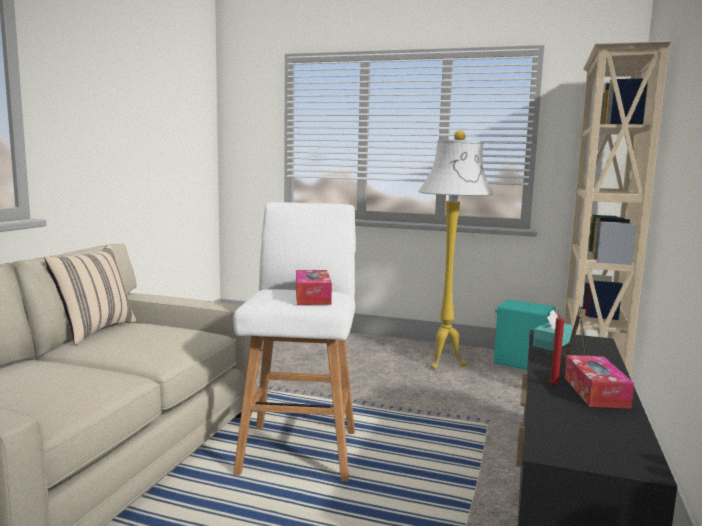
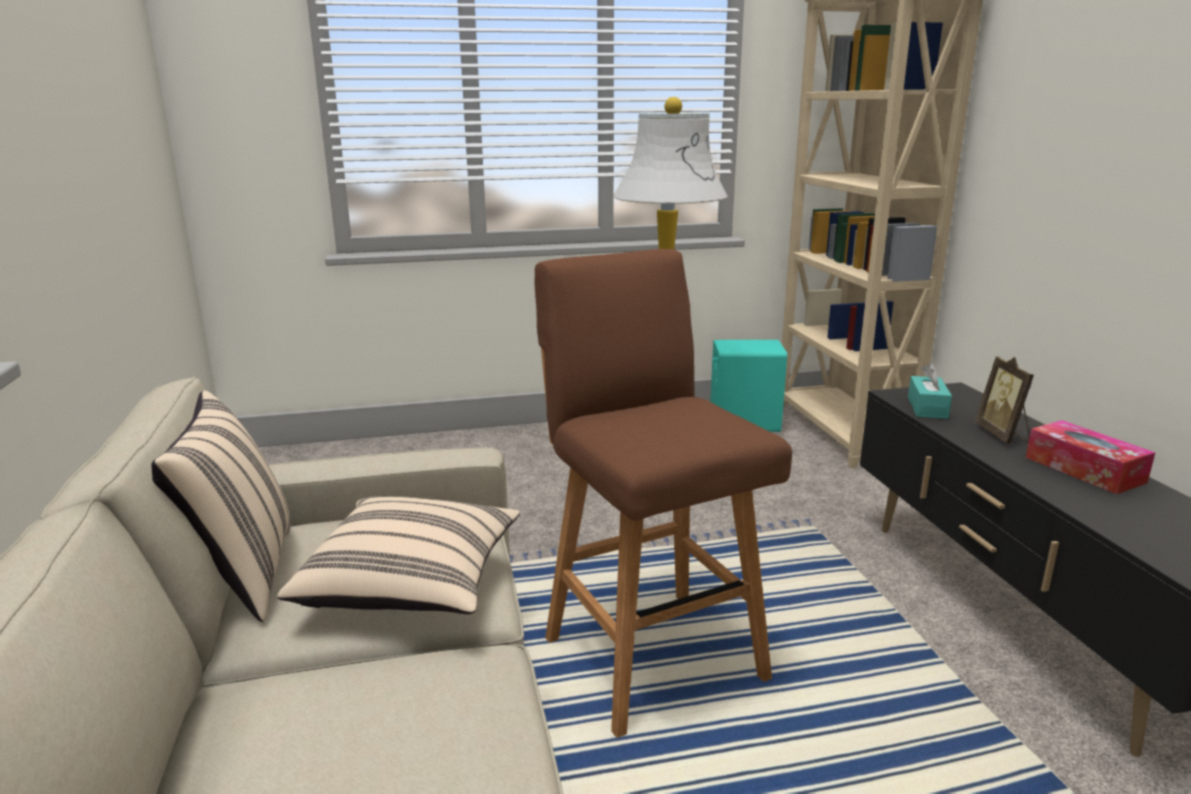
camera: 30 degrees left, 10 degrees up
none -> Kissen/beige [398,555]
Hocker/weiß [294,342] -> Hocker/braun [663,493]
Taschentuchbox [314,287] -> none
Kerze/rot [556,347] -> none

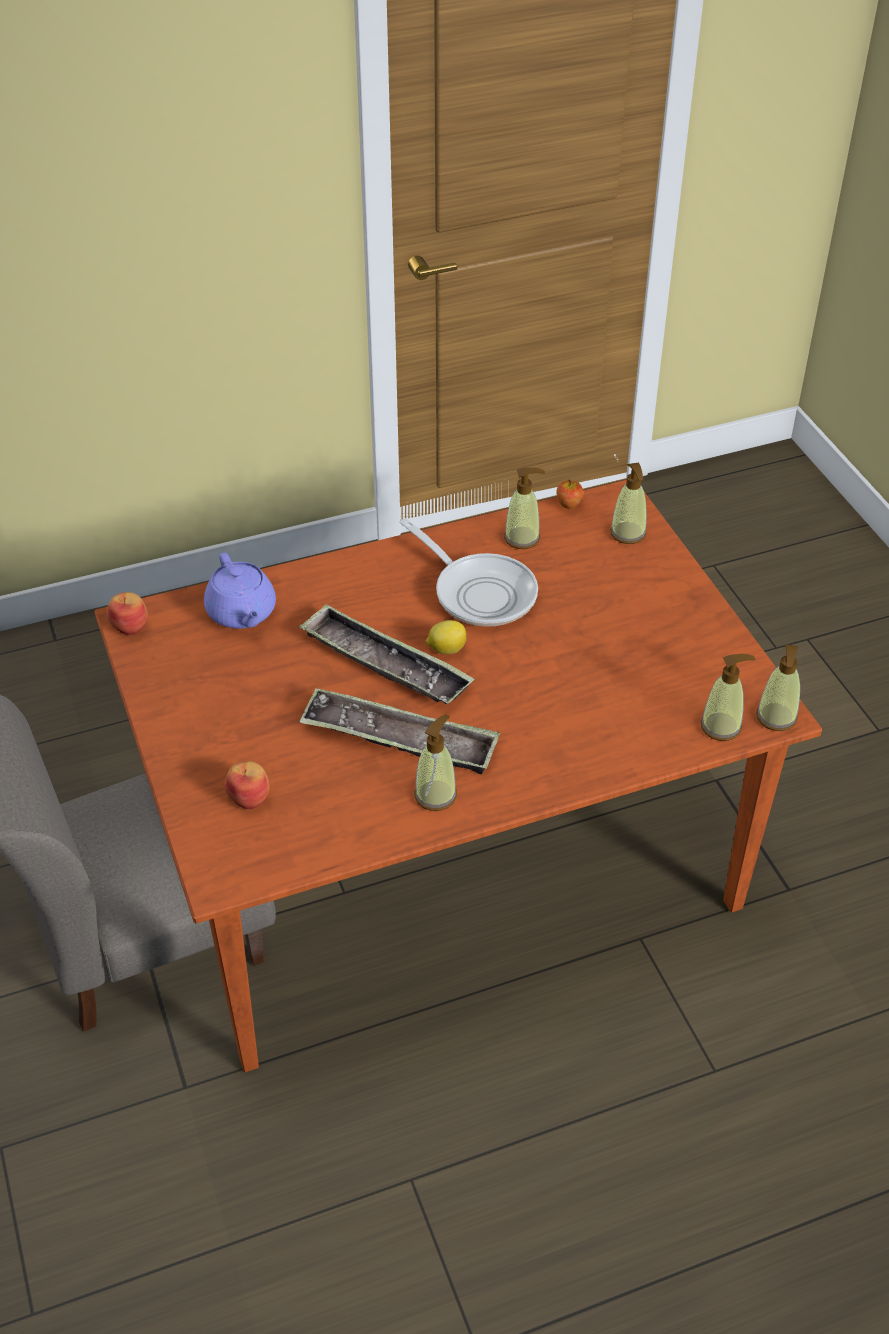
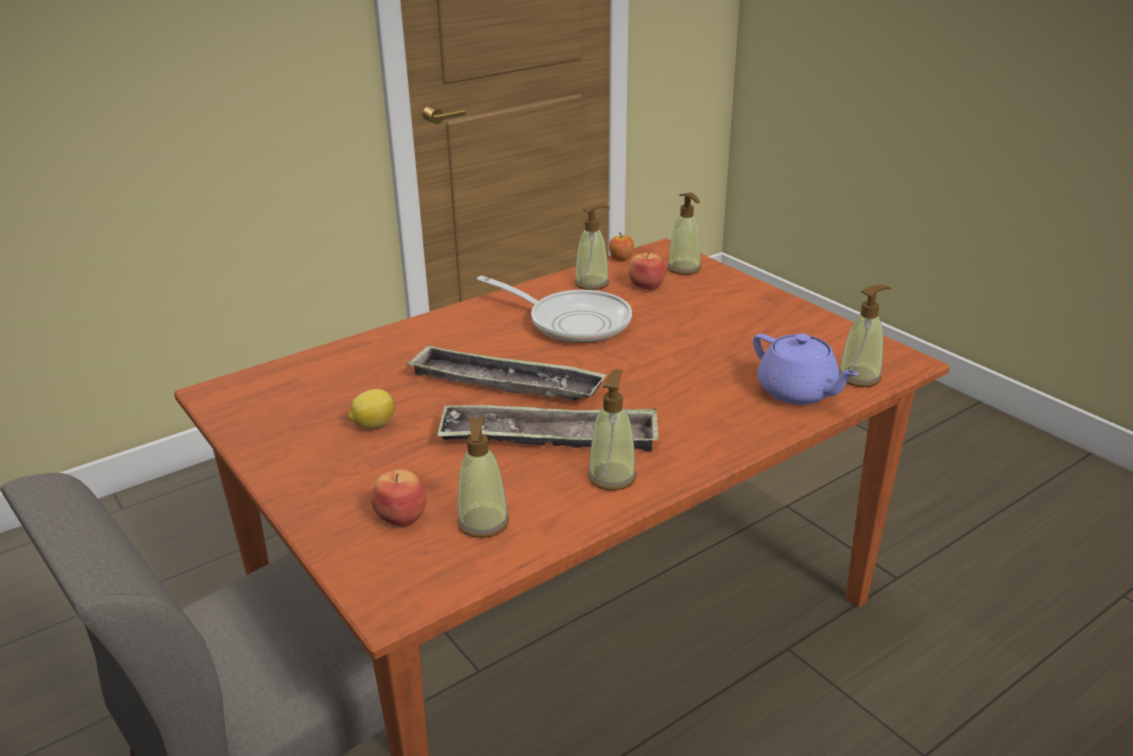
camera: 15 degrees left, 15 degrees down
Zitrone [446,637] -> Zitrone [371,409], relocated
Seifenspender [778,687] -> Seifenspender [483,478], relocated
Apfel [127,613] -> Apfel [647,271], relocated
Teekanne/lila [240,591] -> Teekanne/lila [806,369], relocated

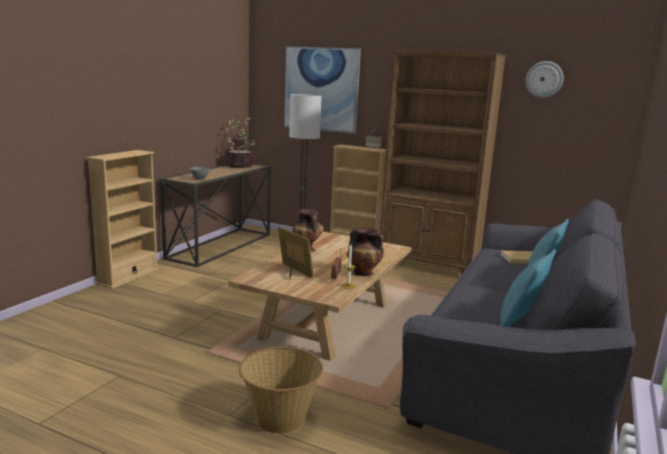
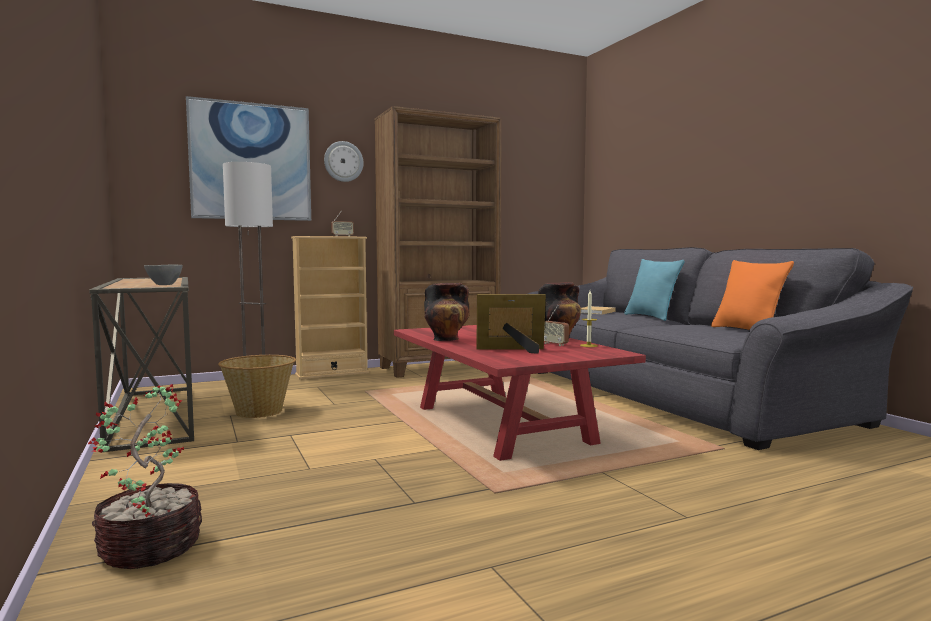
camera: 50 degrees left, 10 degrees down
Topfpflanze [240,142] -> Topfpflanze [145,476], relocated
Korb [281,390] -> Korb [257,386], relocated
Wanduhr [545,79] -> Wanduhr [344,161], relocated
Couchtisch/beige [320,296] -> Couchtisch/rot [520,393]
Kissen/türkis [528,288] -> Kissen/orange [752,295]
Bücherregal/beige [123,219] -> none

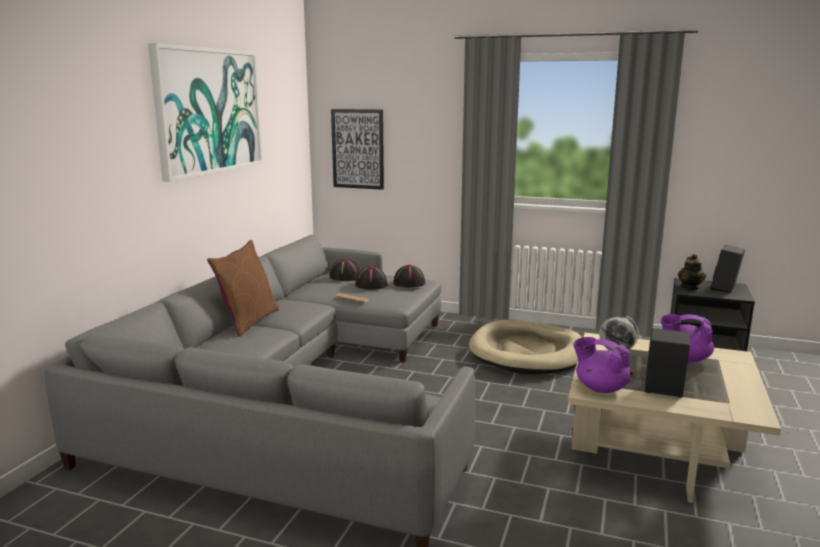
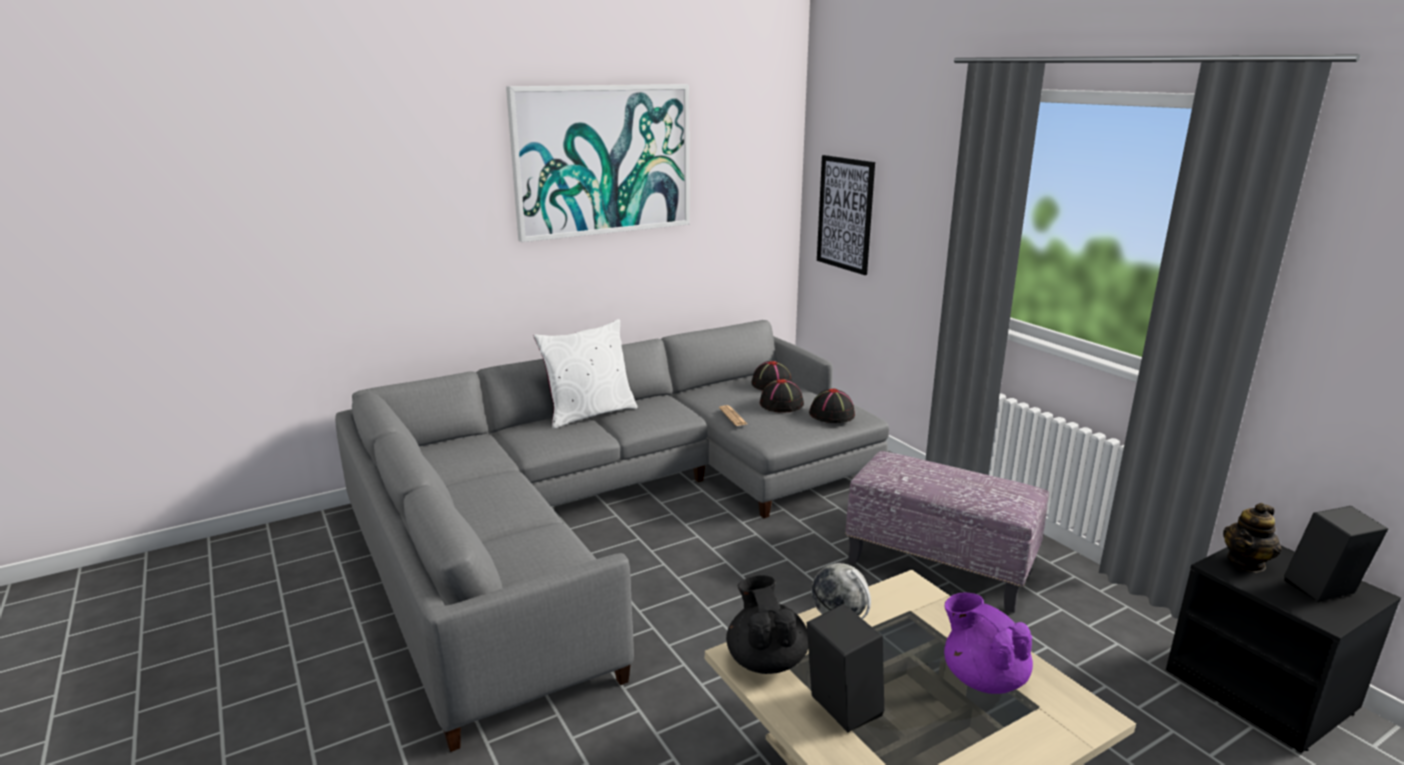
camera: 40 degrees right, 5 degrees up
Kissen/braun [243,288] -> Kissen/weiß [585,374]
Teekanne/lila [602,365] -> Teekanne/schwarz [767,624]
Hundebett/beige [525,347] -> Polsterhocker [947,532]

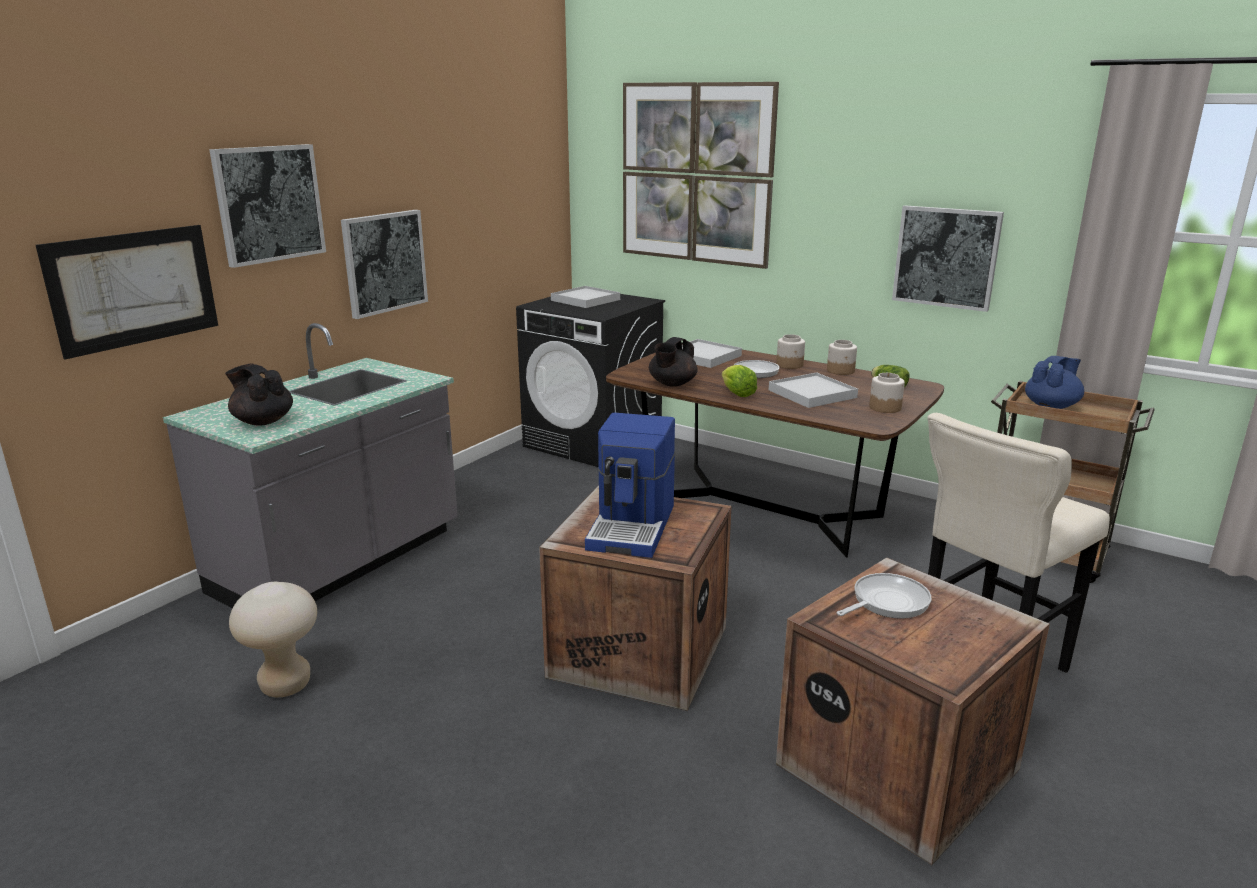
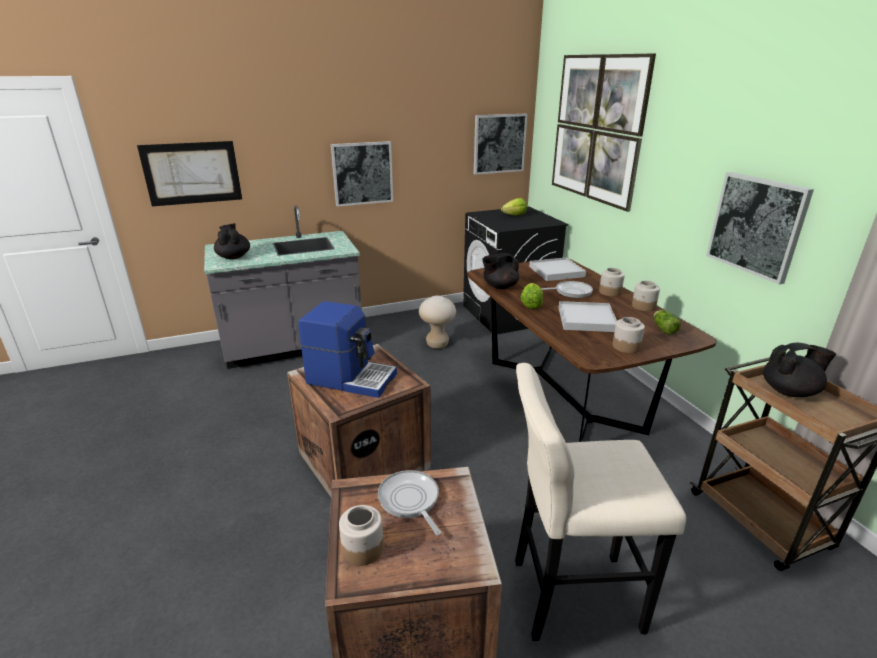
camera: 35 degrees right, 5 degrees up
Kaffeemaschine [630,485] -> Kaffeemaschine [347,350], 120 degrees counterclockwise
none -> Vorratsglas [361,535]
Pfanne [884,596] -> Pfanne [409,502], 120 degrees counterclockwise
Hocker/beige [273,639] -> Hocker/beige [437,322], relocated
Bild [267,206] -> Bild [501,144], relocated
Tablett/weiß [585,297] -> Salatkopf [514,206]
Teekanne/blau [1054,382] -> Teekanne/schwarz [799,369]

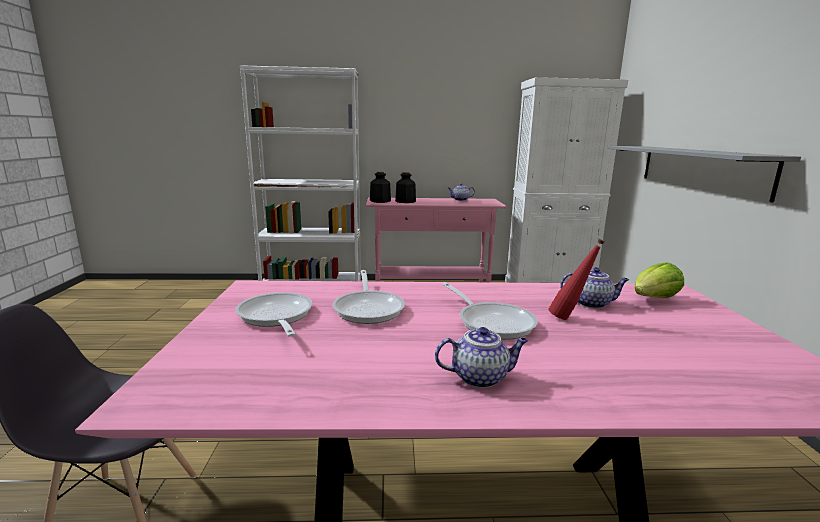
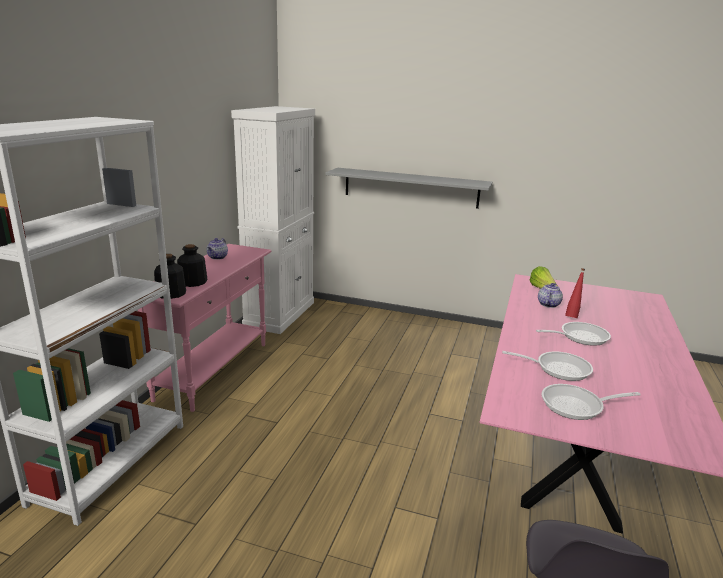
camera: 70 degrees left, 5 degrees up
Teekanne [481,357] -> none

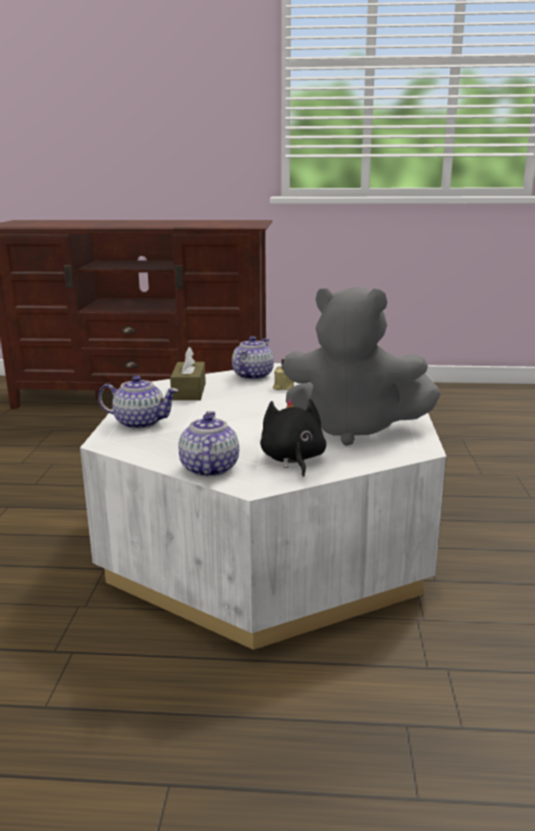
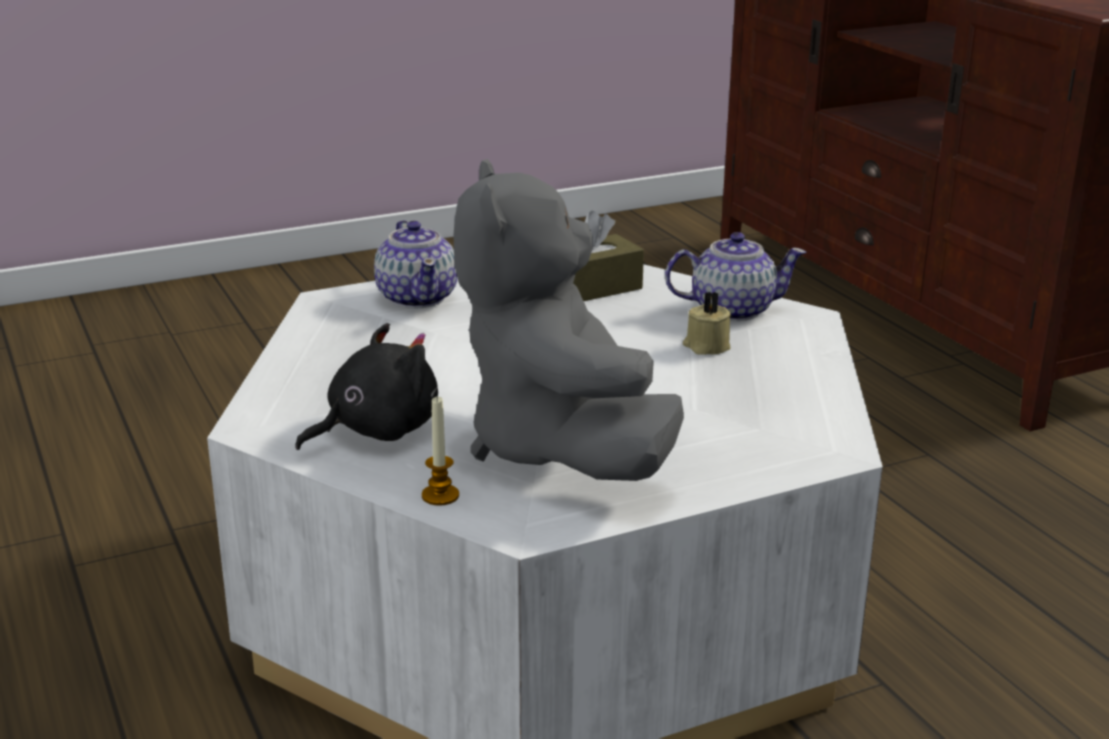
camera: 60 degrees right, 5 degrees up
none -> Kerze [440,451]
Teekanne [209,444] -> none

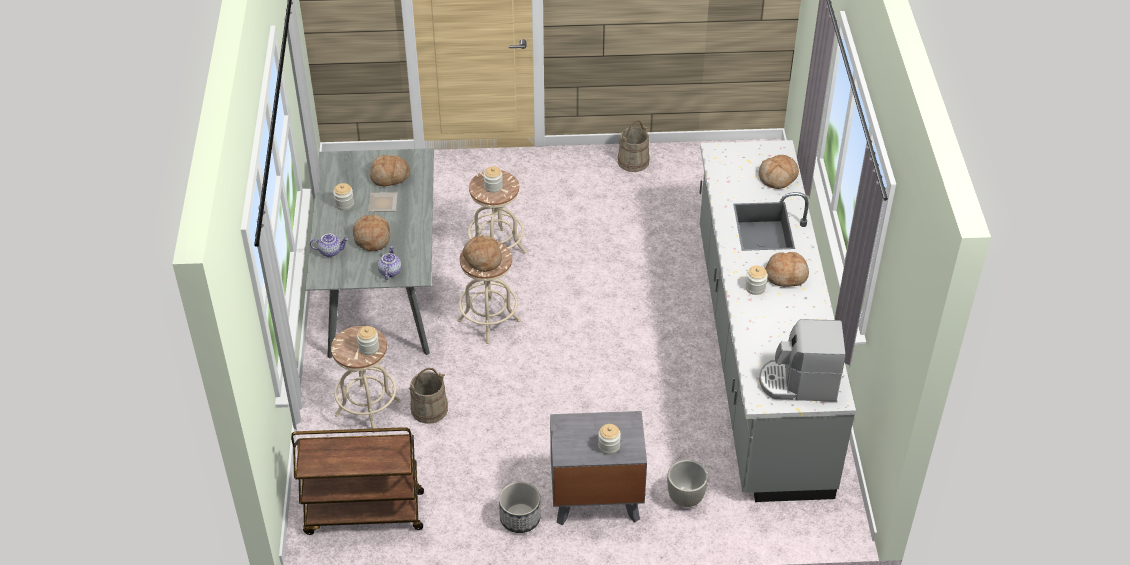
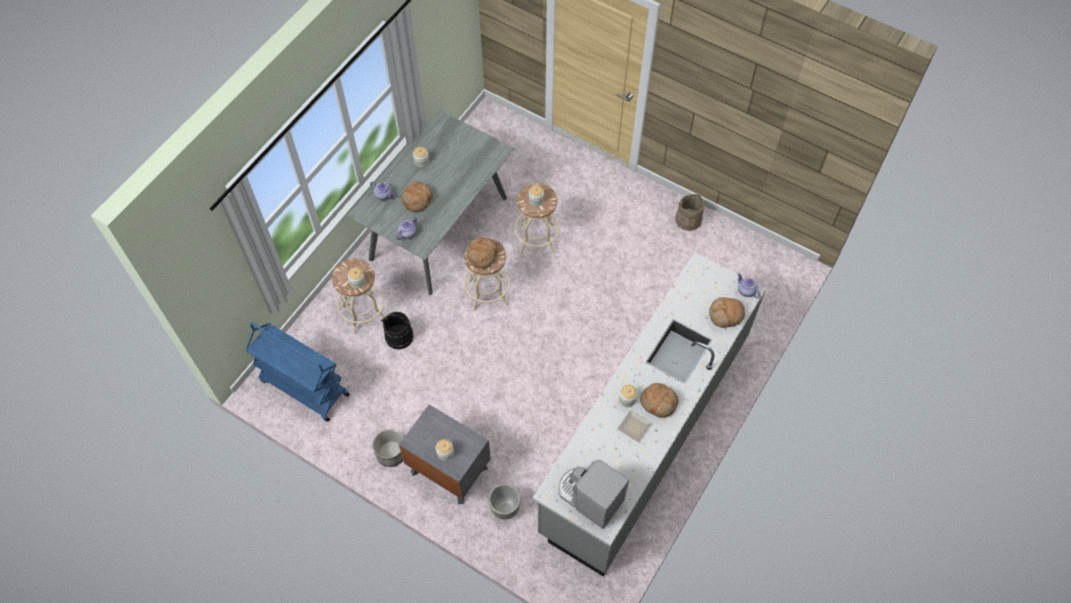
camera: 35 degrees right, 15 degrees up
Rollwagen/braun [357,481] -> Rollwagen/blau [297,372]
Eimer/beige [428,396] -> Eimer/schwarz [397,330]
Teller [383,202] -> Teller [634,426], relocated
none -> Teekanne [749,286]
Brot [390,170] -> none

